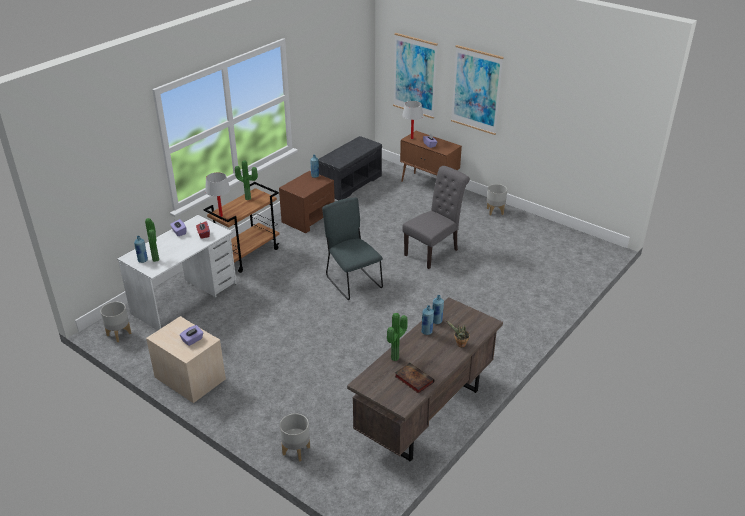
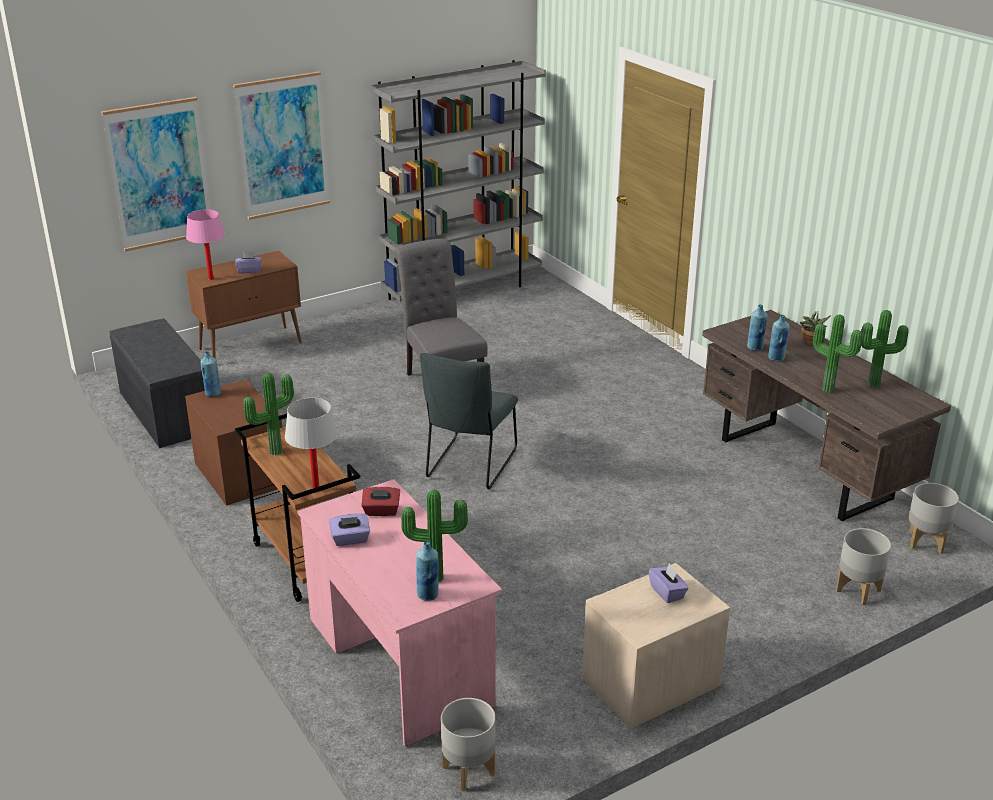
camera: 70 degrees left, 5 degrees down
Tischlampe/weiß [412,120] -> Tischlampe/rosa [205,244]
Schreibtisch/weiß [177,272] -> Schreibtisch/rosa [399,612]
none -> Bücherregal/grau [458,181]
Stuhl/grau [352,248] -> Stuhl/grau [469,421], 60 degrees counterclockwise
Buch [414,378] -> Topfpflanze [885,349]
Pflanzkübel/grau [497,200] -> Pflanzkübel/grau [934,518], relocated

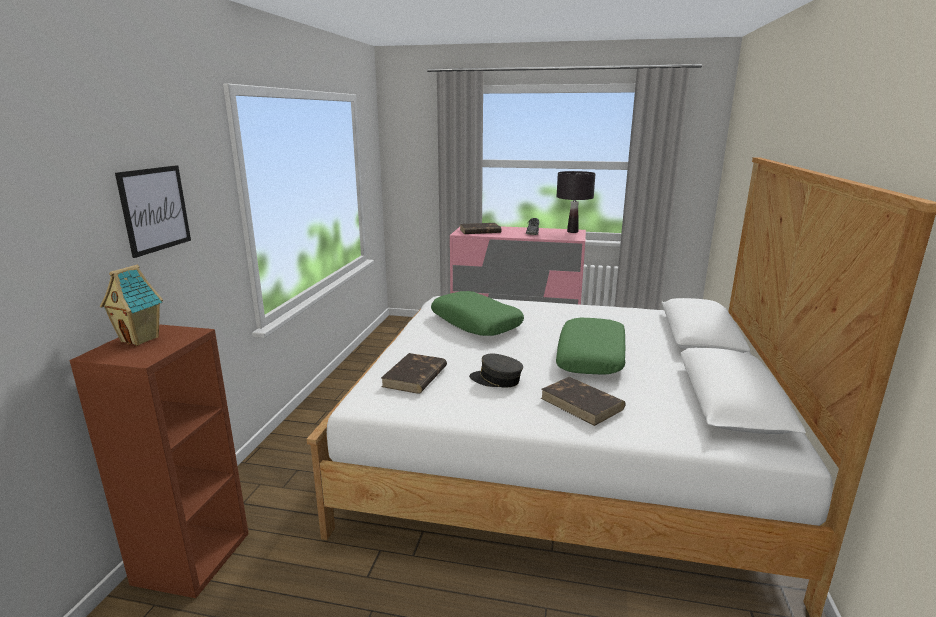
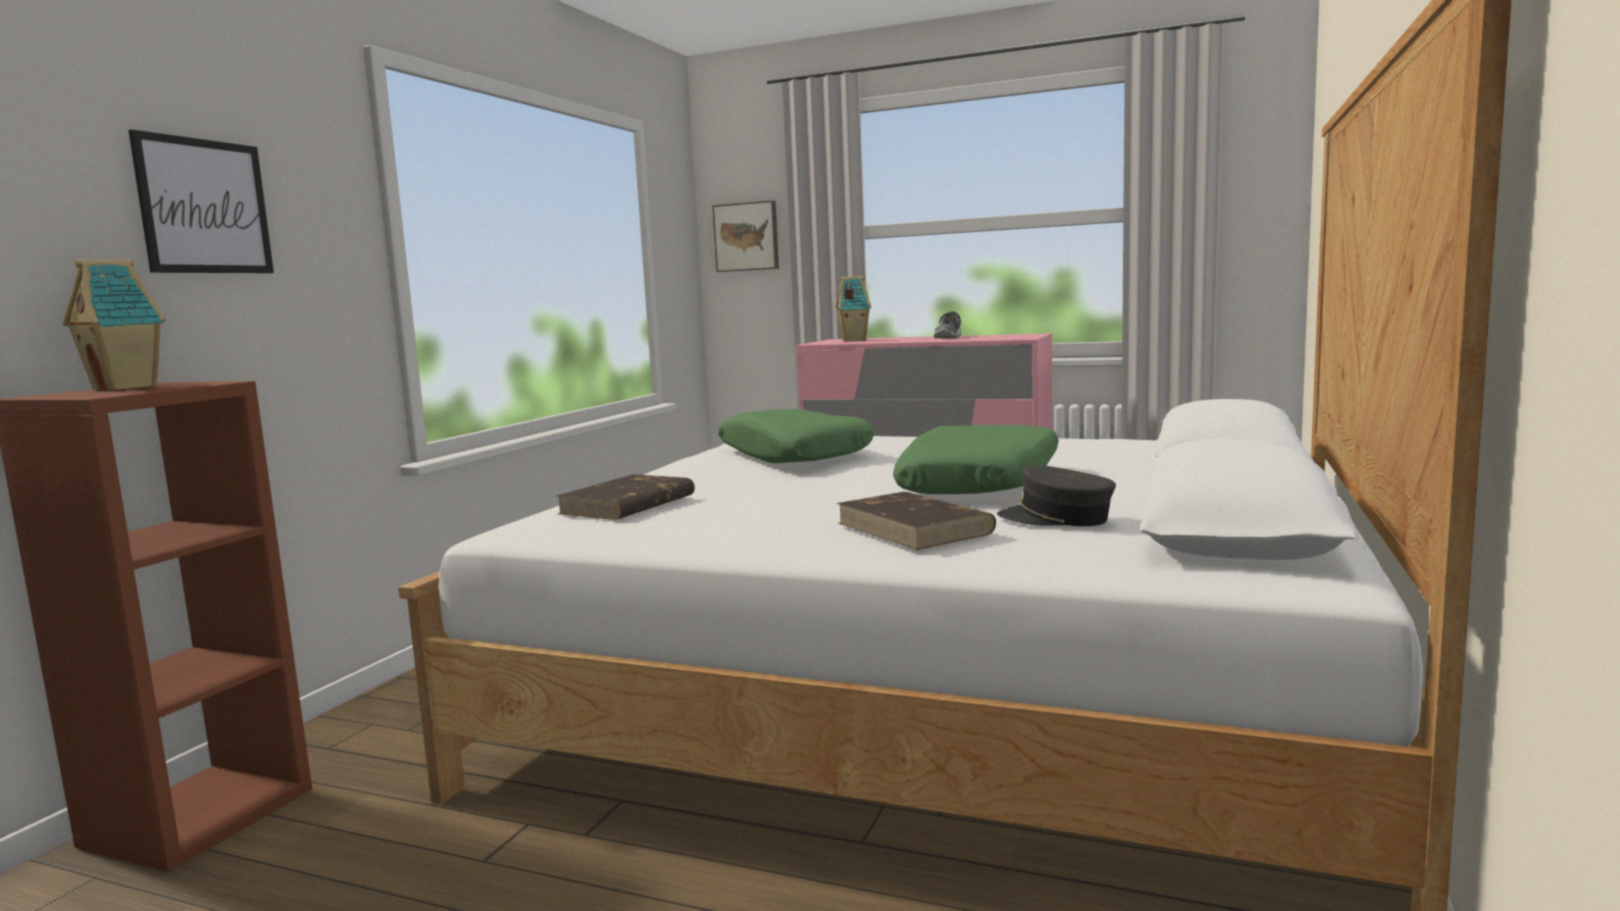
camera: 10 degrees right, 10 degrees down
none -> Bild [745,236]
Buch/braun [480,228] -> Spielzeughaus [853,309]
Kappe/grau [496,371] -> Kappe/grau [1056,495], relocated
Tischlampe/schwarz [576,202] -> none

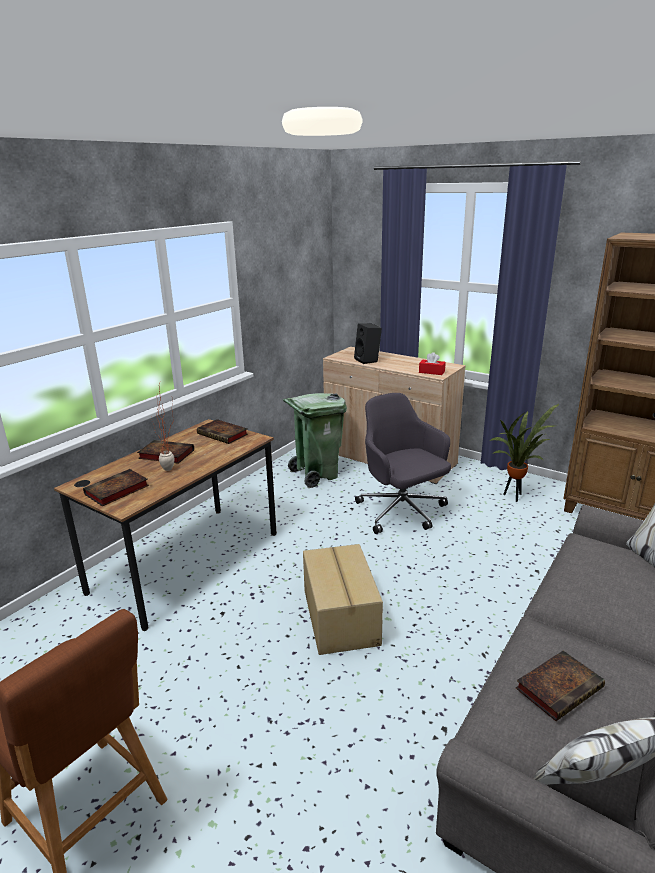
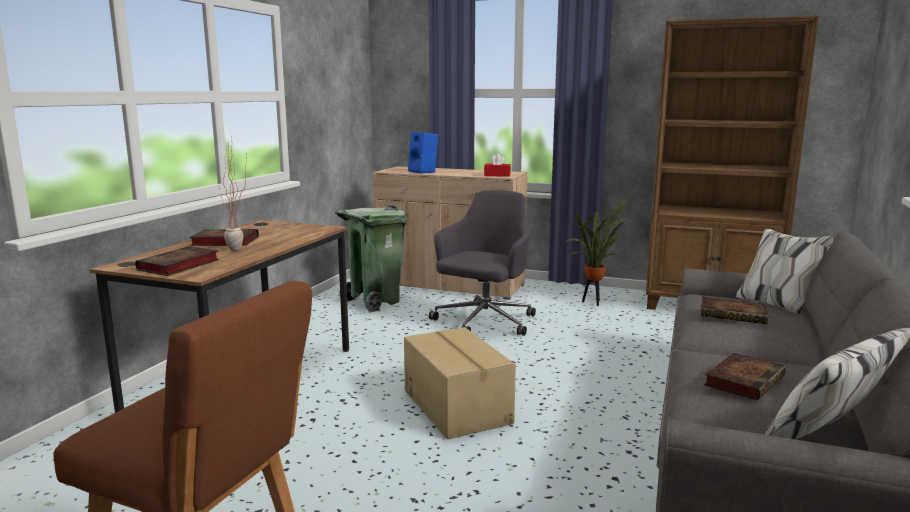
camera: 15 degrees left, 10 degrees down
Lautsprecher/schwarz [368,343] -> Lautsprecher/blau [423,153]
Bürostuhl/grau [403,463] -> Bürostuhl/grau [482,263], 75 degrees clockwise
Buch [222,431] -> Buch [734,310], relocated

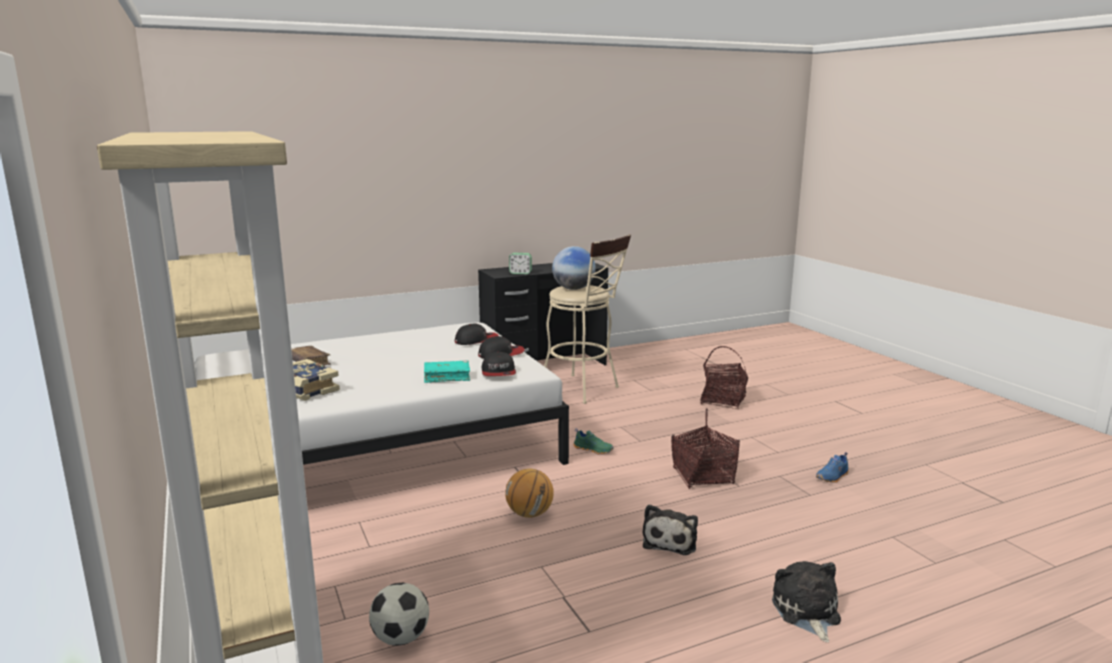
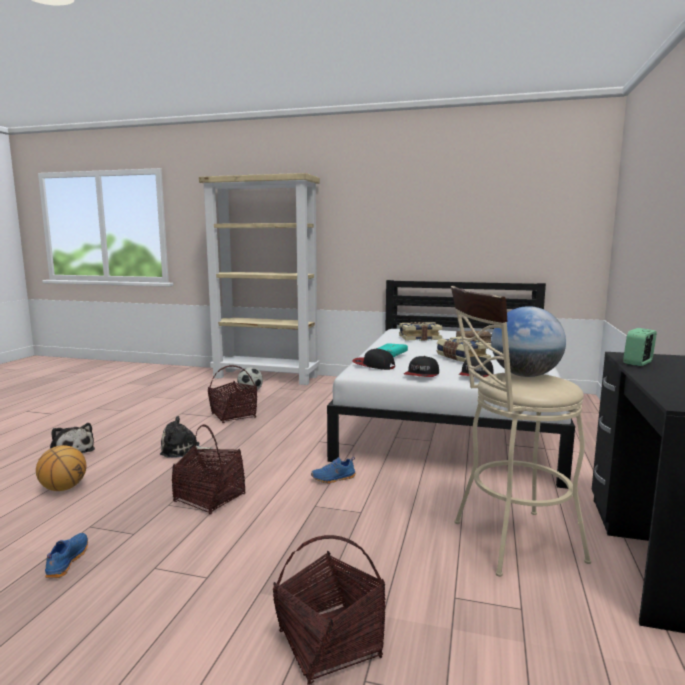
camera: 130 degrees right, 5 degrees down
Basketball [529,493] -> Basketball [61,468], relocated
Plüschtier [670,529] -> Plüschtier [186,437], 60 degrees counterclockwise
none -> Korb [232,394]
Schuh/grün [593,441] -> Schuh/blau [333,470]
none -> Buch [463,349]

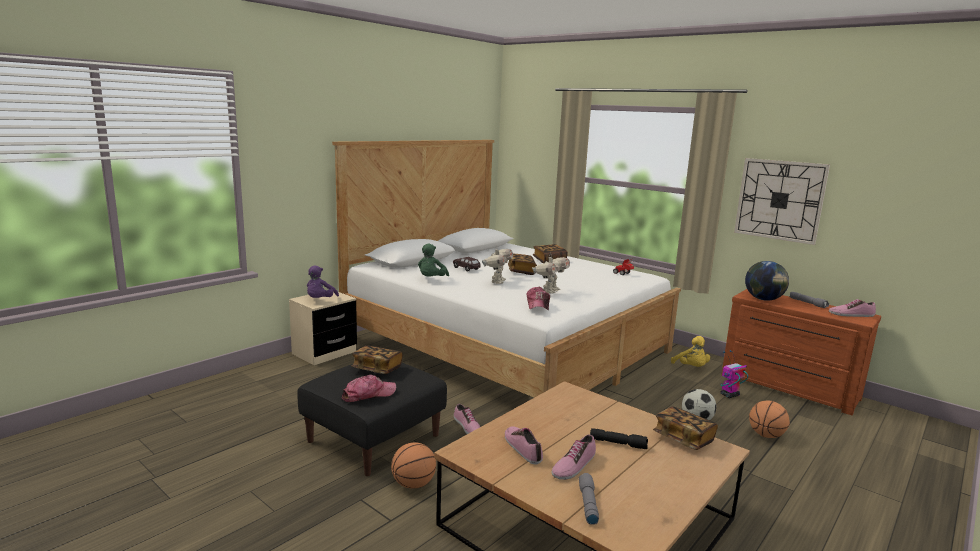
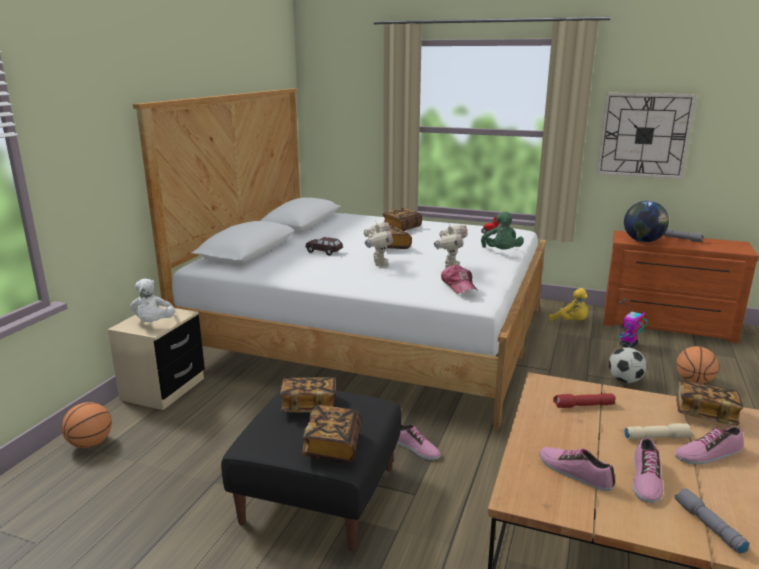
camera: 20 degrees left, 5 degrees up
Basketball [413,465] -> Basketball [86,425], relocated
Plüschtier/lila [323,281] -> Plüschtier/weiß [152,300]
Kappe [369,388] -> Buch [331,434]
Plüschtier/grün [433,260] -> Plüschtier/grün [502,230], relocated
none -> Taschenlampe/rot [584,400]
Taschenlampe/schwarz [619,438] -> Taschenlampe/beige [658,431]
Schuh [852,308] -> Schuh [709,446], relocated

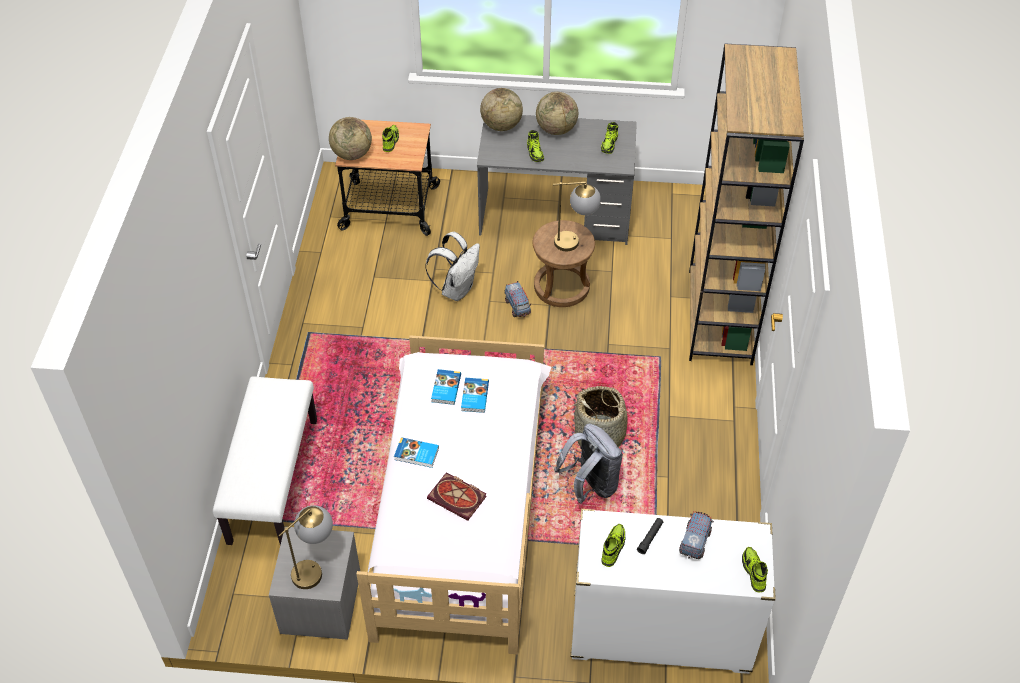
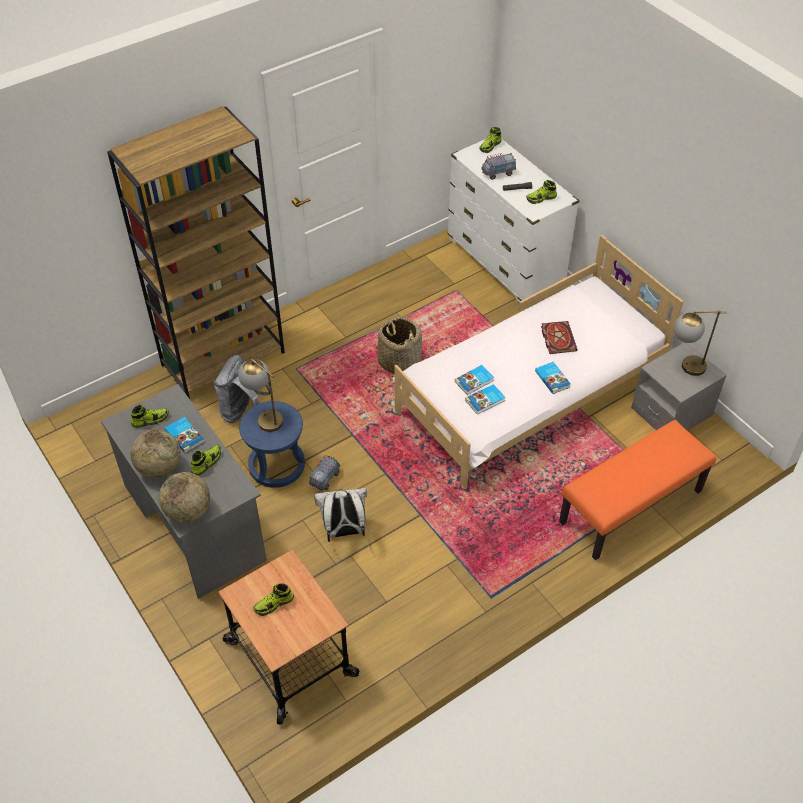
camera: 130 degrees left, 0 degrees up
none -> Buch [184,435]
Rucksack/grau [588,464] -> Rucksack/grau [243,389], relocated
Hocker/braun [564,263] -> Hocker/blau [272,444]
Bank/weiß [265,460] -> Bank/orange [637,490]
Globus [350,138] -> none

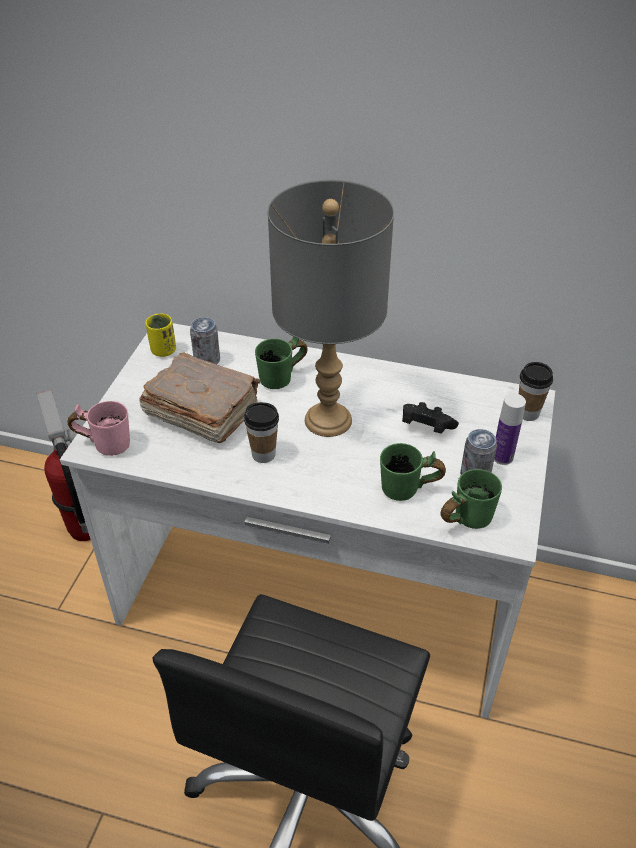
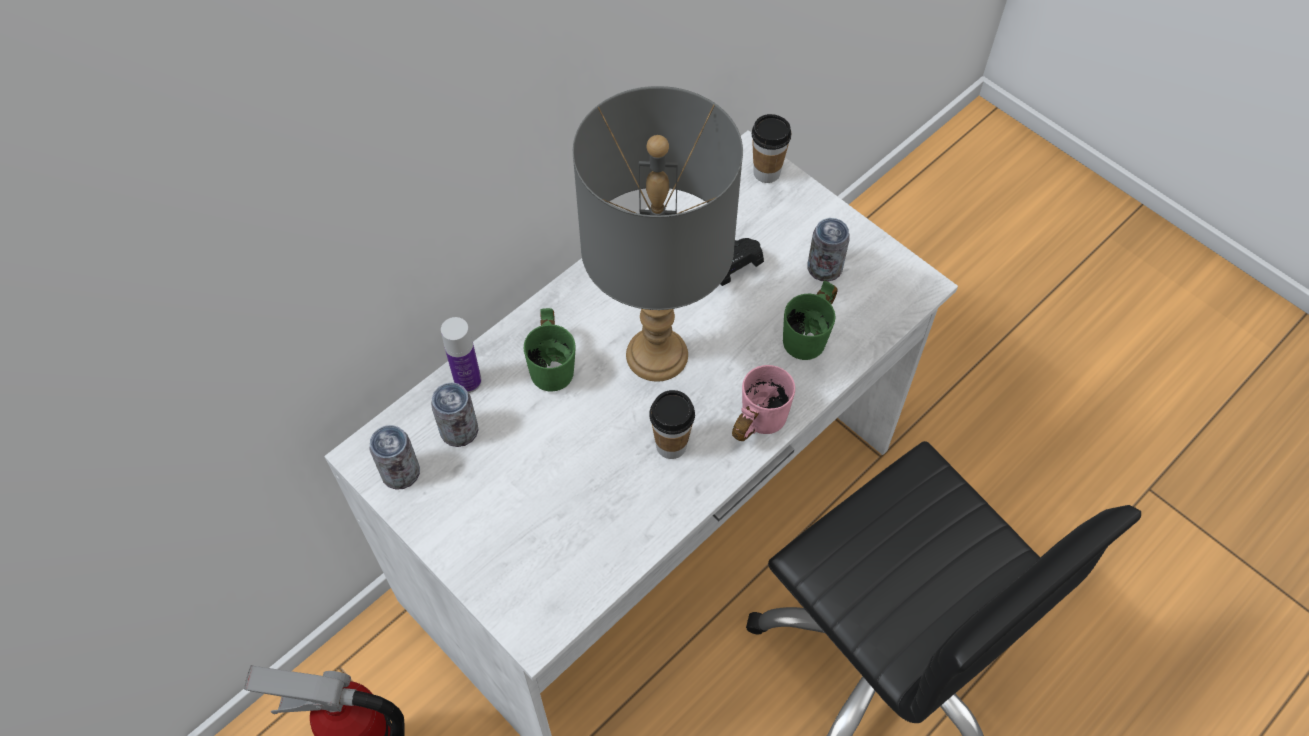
camera: 60 degrees left, 15 degrees up
Tasse/gelb [160,335] -> Dose [395,457]
Flasche [510,429] -> Flasche [461,355], relocated
Henkelbecher/rosa [98,428] -> Henkelbecher/rosa [763,403], relocated
Buch/braun [199,397] -> none
Henkelbecher/grün [471,499] -> none

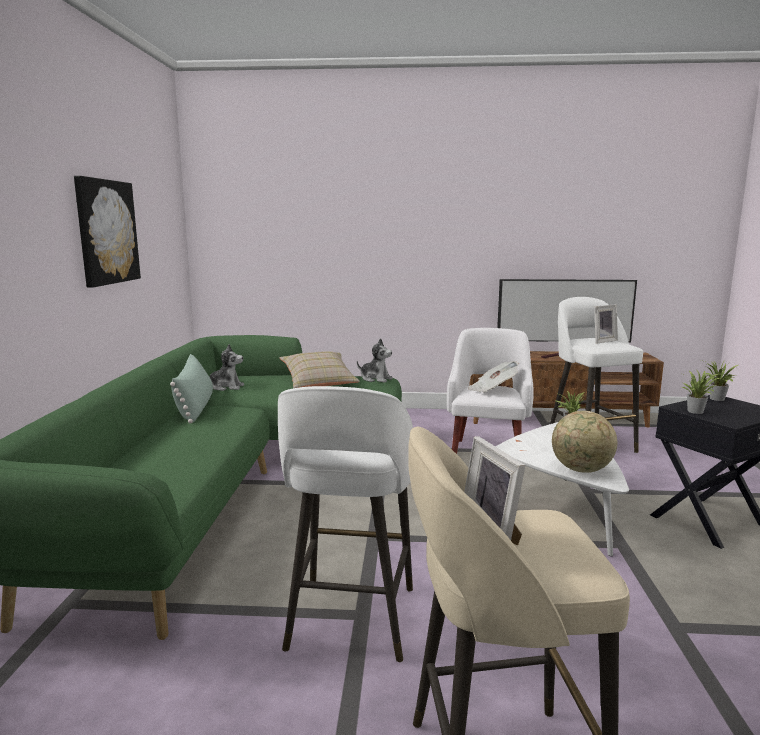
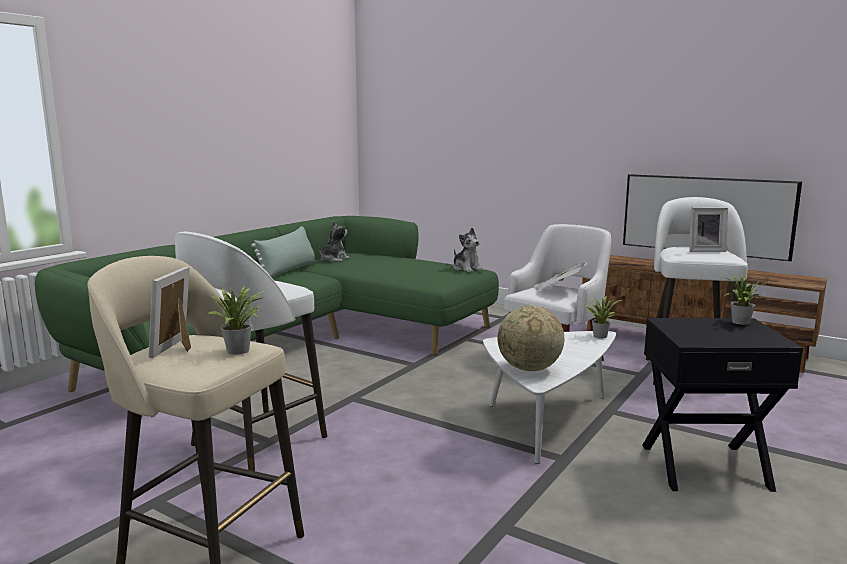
camera: 30 degrees right, 0 degrees up
Topfpflanze [700,391] -> Topfpflanze [236,319], relocated
Plüschtier [226,367] -> Plüschtier [334,241], 90 degrees counterclockwise
Bild [107,232] -> none
Kissen/beige [320,369] -> none

